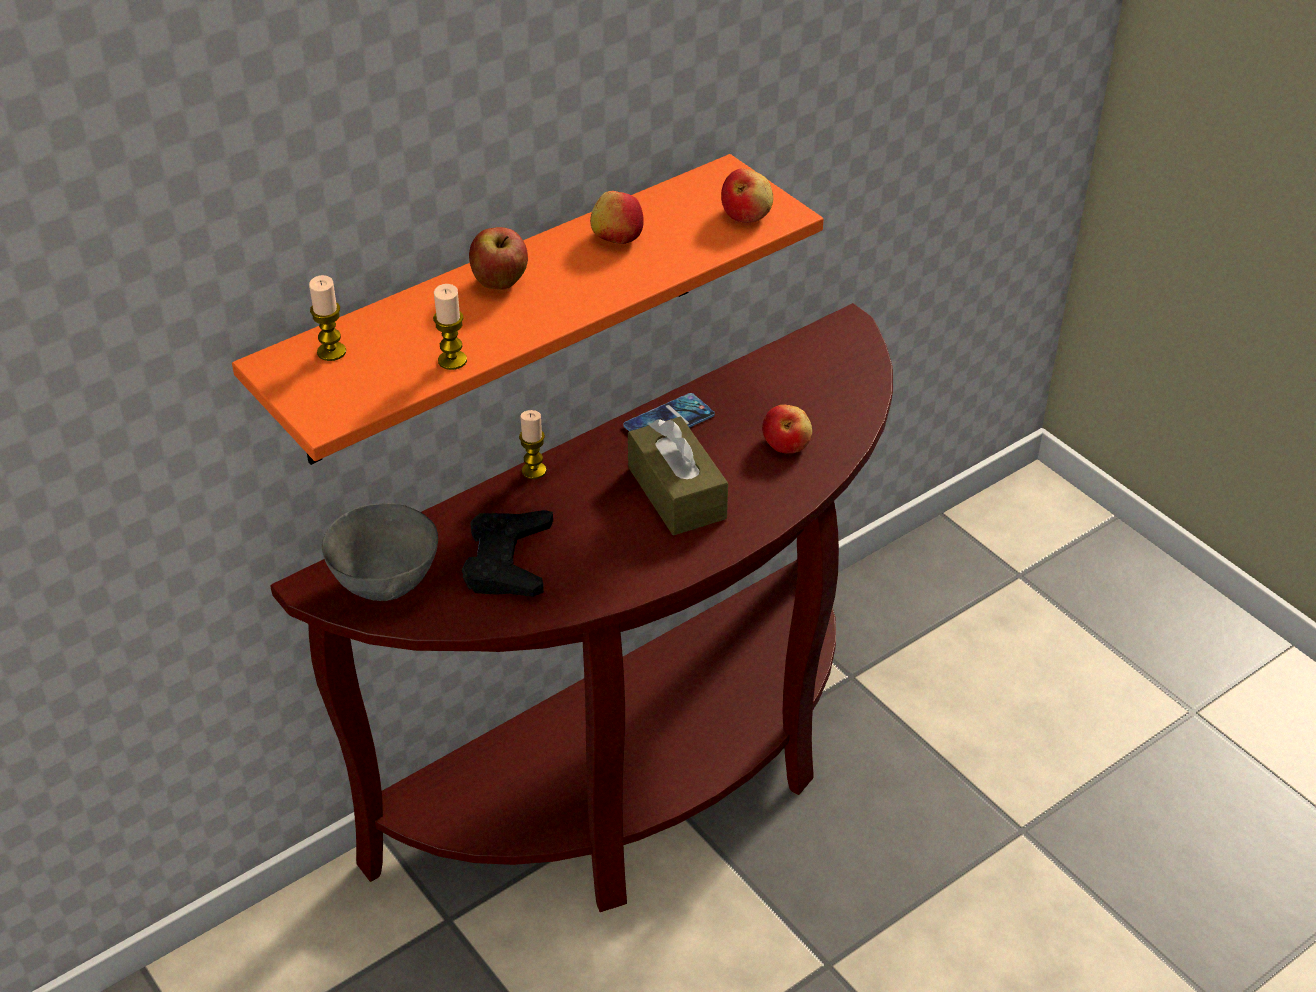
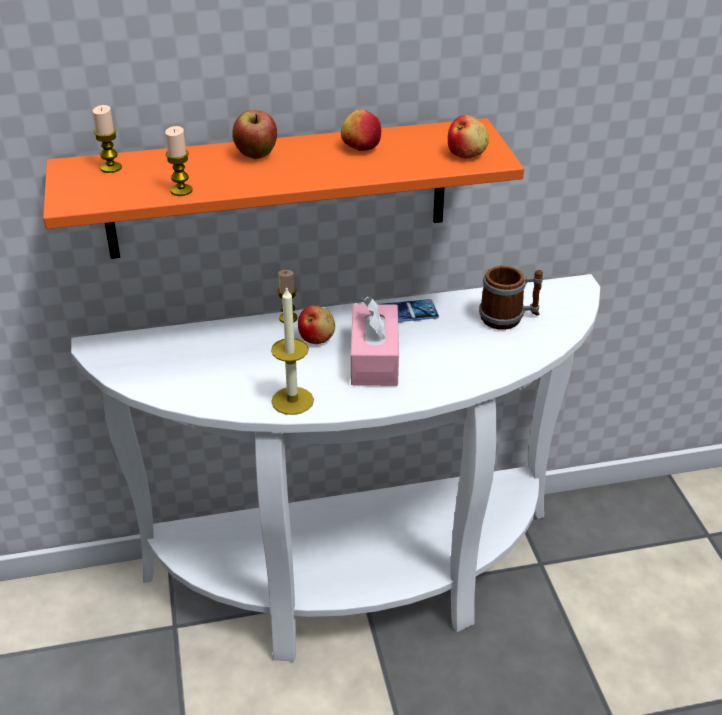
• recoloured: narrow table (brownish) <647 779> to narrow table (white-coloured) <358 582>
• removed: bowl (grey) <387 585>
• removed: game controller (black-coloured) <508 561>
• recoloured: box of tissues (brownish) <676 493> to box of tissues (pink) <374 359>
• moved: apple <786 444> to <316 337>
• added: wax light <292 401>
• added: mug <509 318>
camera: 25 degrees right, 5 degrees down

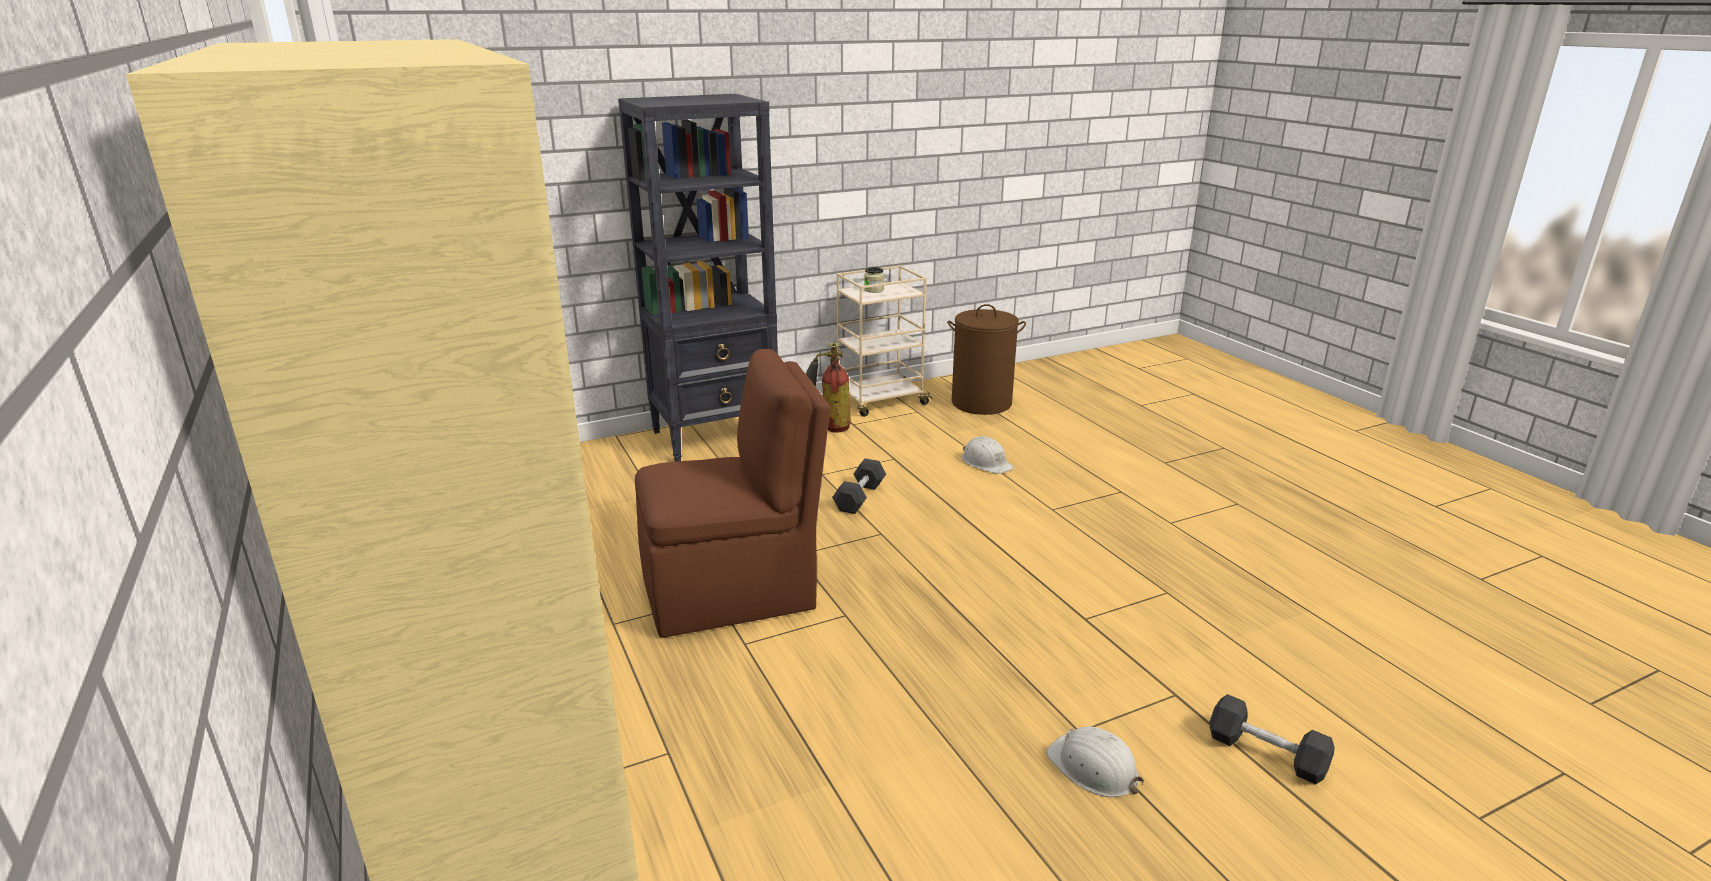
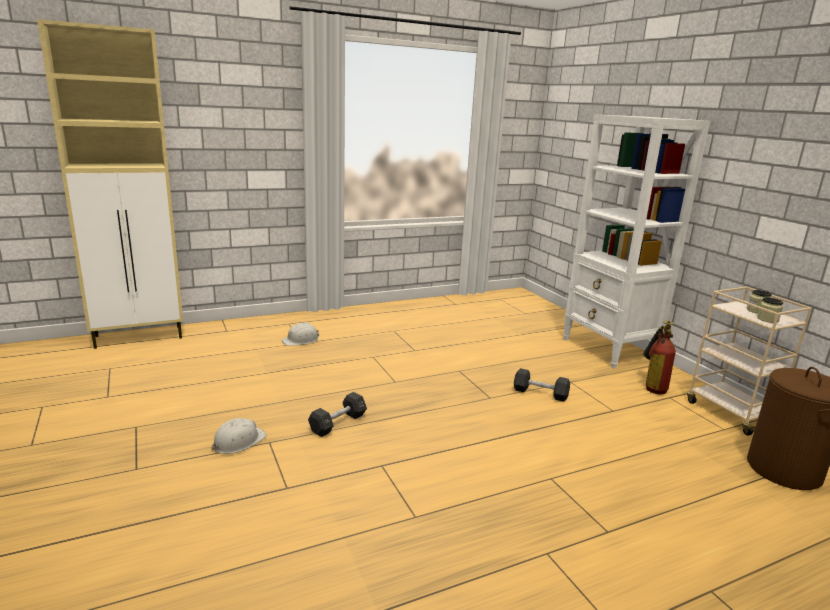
• recoloured: shelving unit (black-coloured) <716 437> to shelving unit (white-coloured) <609 349>
• removed: upright chair (brownish) <734 591>
• moved: work helmet (white-coloured) <986 462> to <301 340>
• moved: free weight (black-coloured) <1266 754> to <338 423>
• added: storage jar <767 319>
camera: 90 degrees right, 5 degrees down

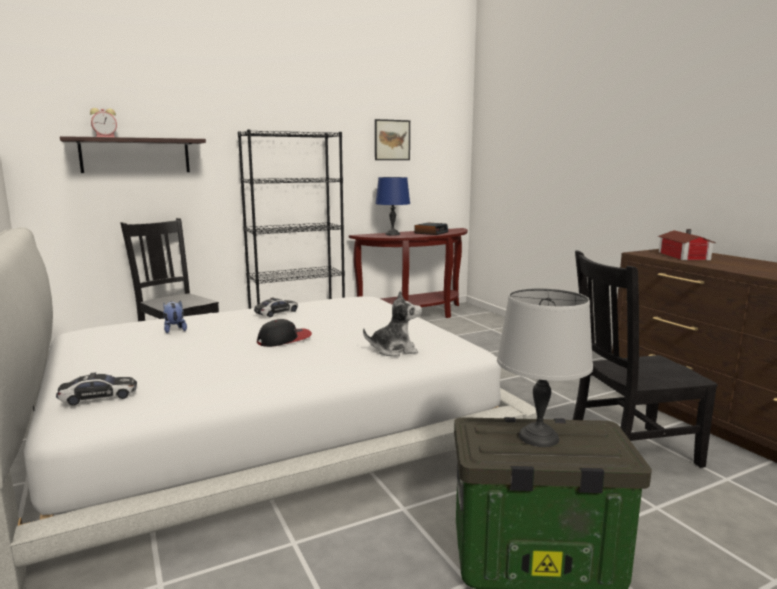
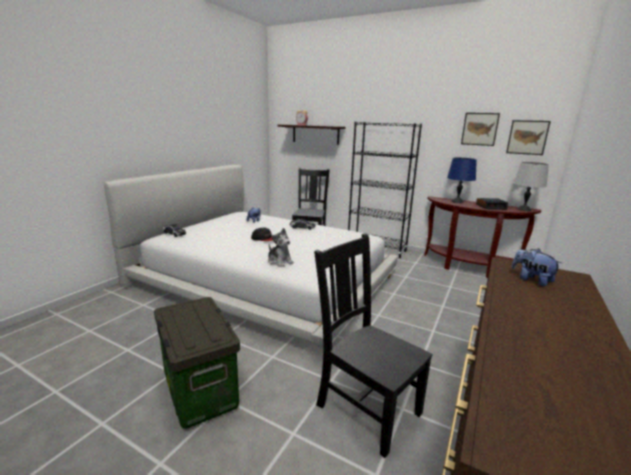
• moved: lamp for a table (grey) <539 437> to <524 209>
• replaced: model house <683 256> to plush toy <531 280>
• added: wall picture <527 137>
camera: 55 degrees right, 5 degrees up

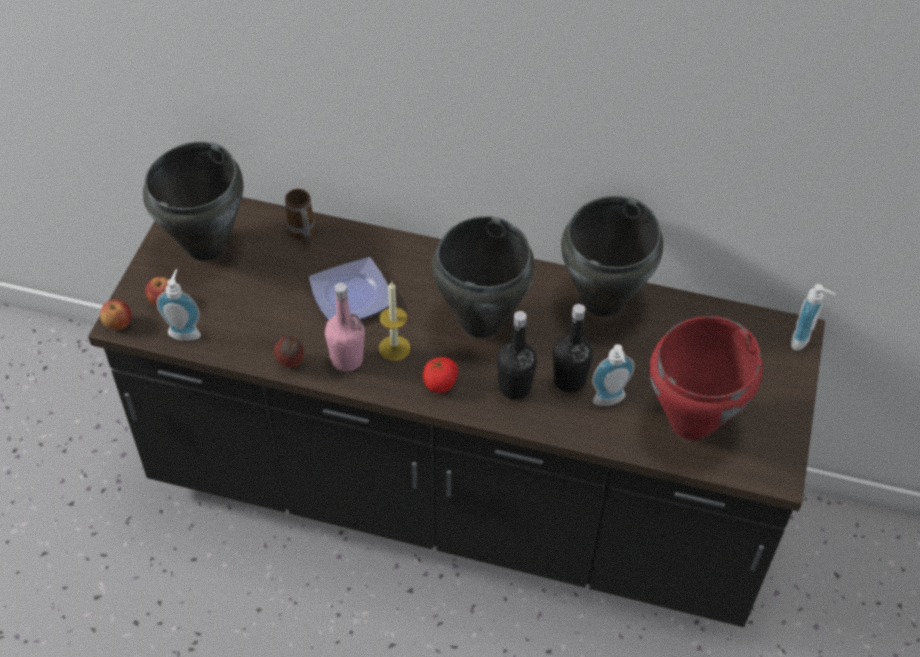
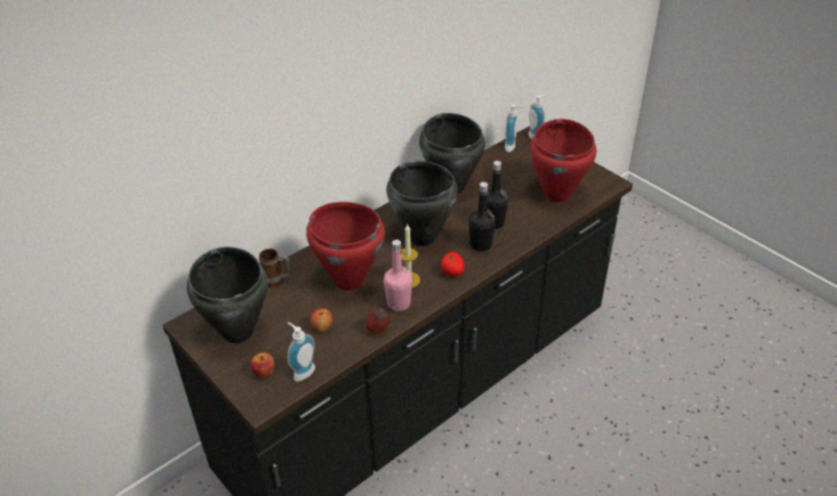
• moved: apple <118 324> to <322 327>
• replaced: plate <352 294> to cooking pot (red) <349 280>
• moved: liquid soap bottle <610 402> to <512 147>
camera: 55 degrees left, 10 degrees down

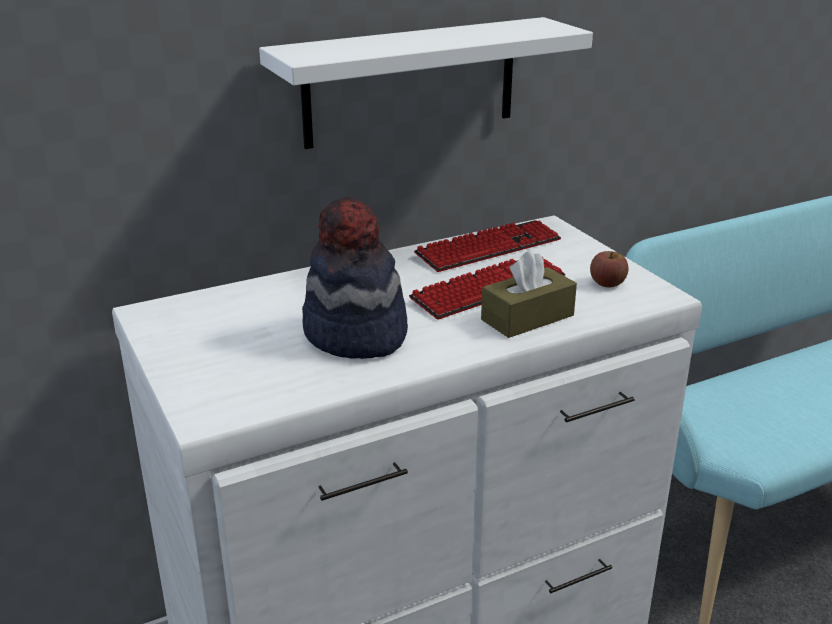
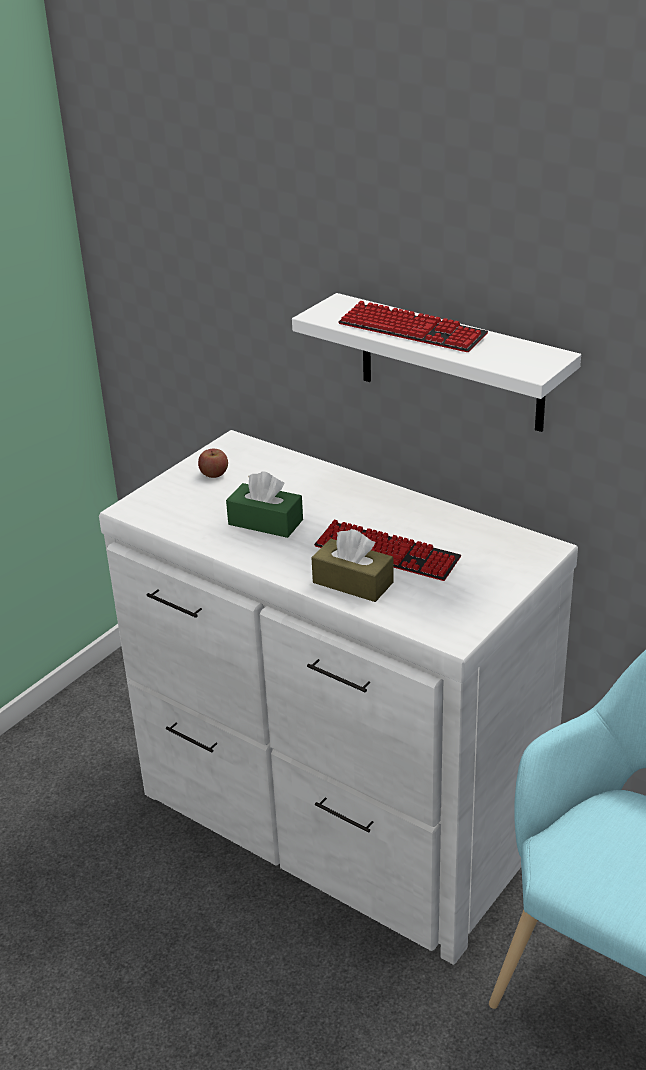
• replaced: clothing hat <355 335> to box of tissues (greenish) <265 522>
• moved: keyboard <488 248> to <411 330>
• moved: apple <607 283> to <214 474>
camera: 65 degrees right, 5 degrees up

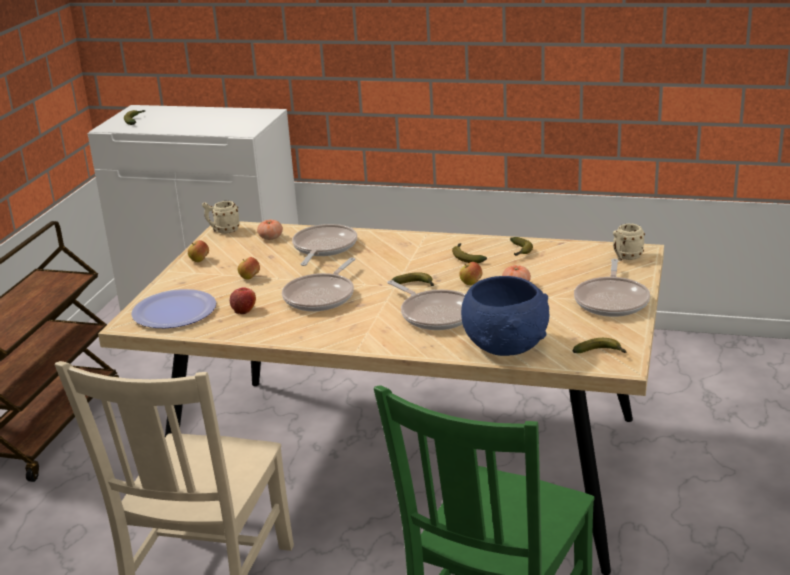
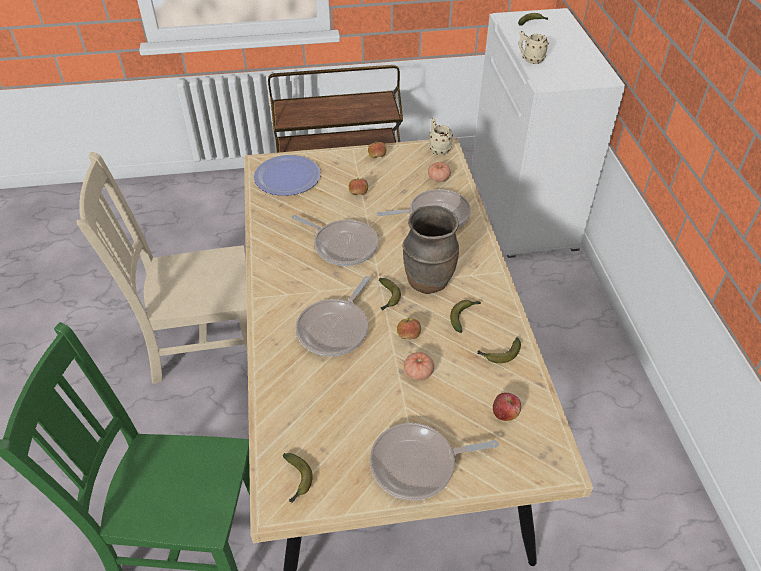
• moved: apple <244 309> to <505 413>
• turned: pan <321 296> = <342 245> 150 degrees counterclockwise
• removed: bowl (bluish) <507 346>
• moved: mug (beige-coloured) <625 257> to <530 59>
• added: decorative vase (brownish) <428 281>
camera: 65 degrees right, 20 degrees up

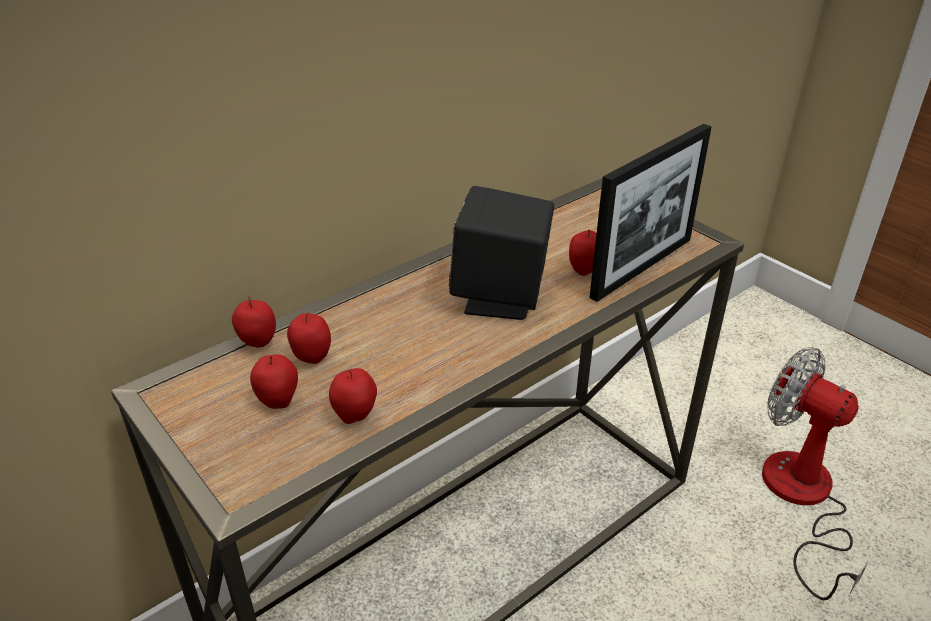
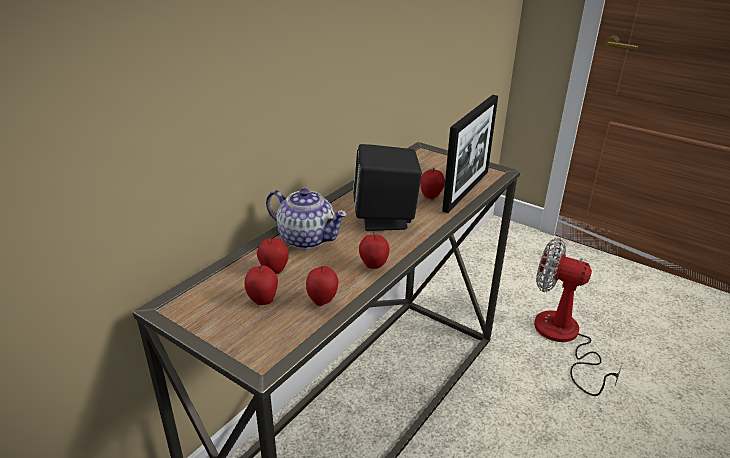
• moved: apple <258 343> to <373 266>
• added: tea pot <306 238>
camera: 15 degrees left, 5 degrees down

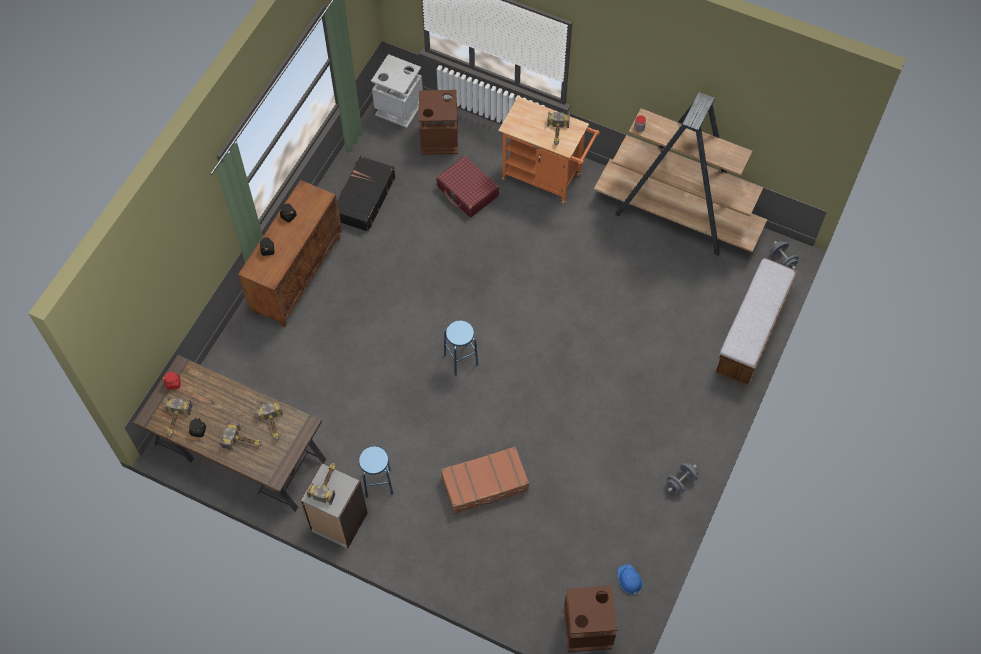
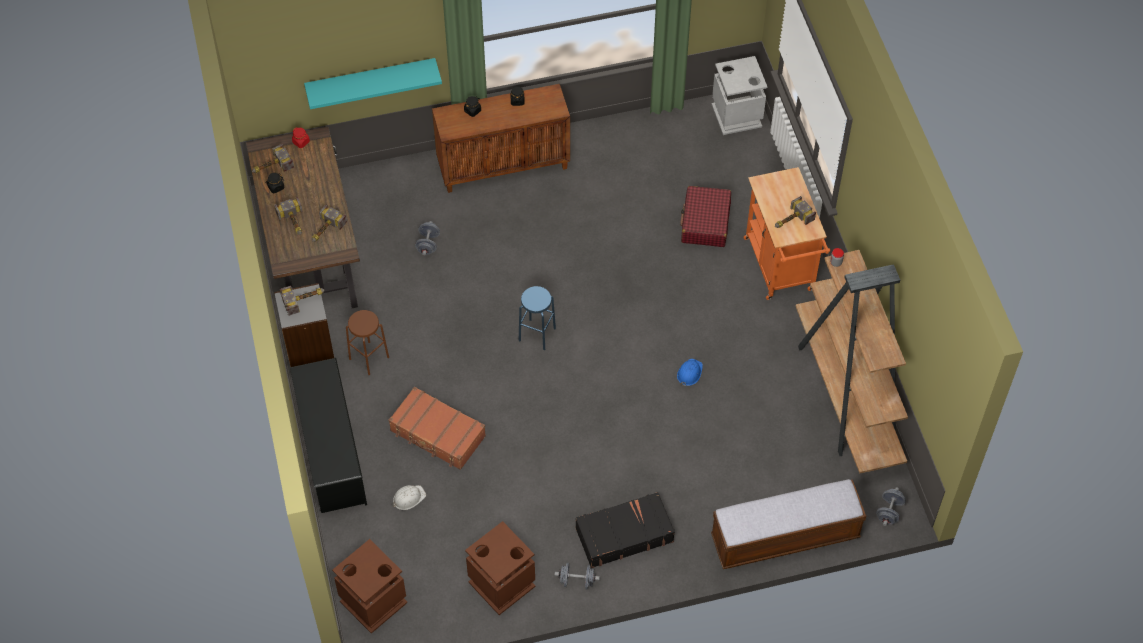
• moved: piece of luggage (black-coloured) <364 198> to <624 534>
• recoloured: sitting stool (bluish) <378 483> to sitting stool (brownish) <369 358>
• moved: waste bin (brownish) <440 139> to <502 584>
• moved: work helmet (bluish) <629 580> to <689 373>
• added: shoe rack (black-coloured) <332 452>
• added: wall shelf (turquoise) <371 78>
• added: work helmet (white-coloured) <408 498>
• added: free weight (grey) <428 244>
camera: 50 degrees right, 5 degrees down

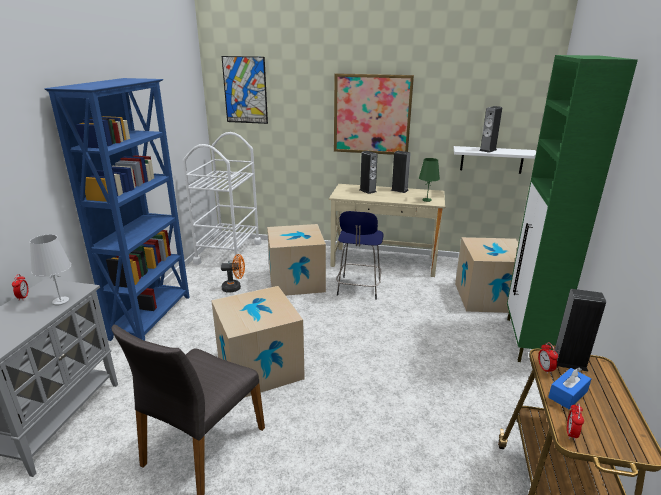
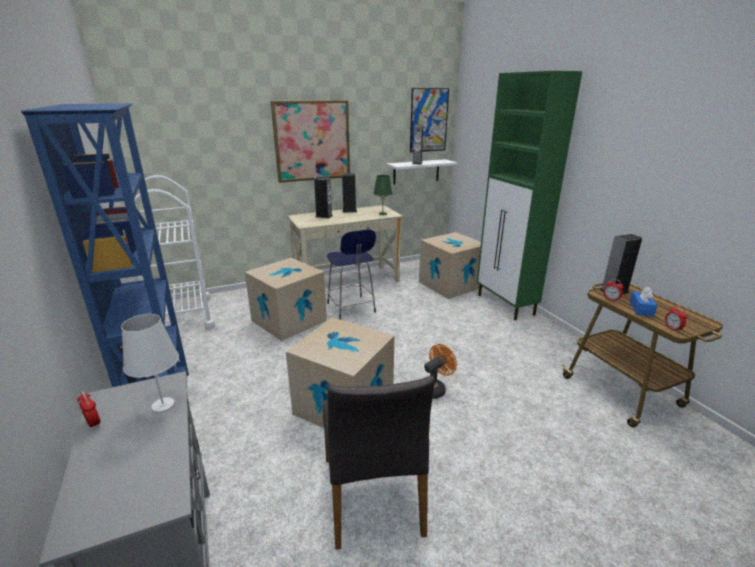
• moved: cooling fan (orange) <234 288> to <435 389>
• moved: wall picture <245 90> to <429 120>
camera: 35 degrees left, 0 degrees up

